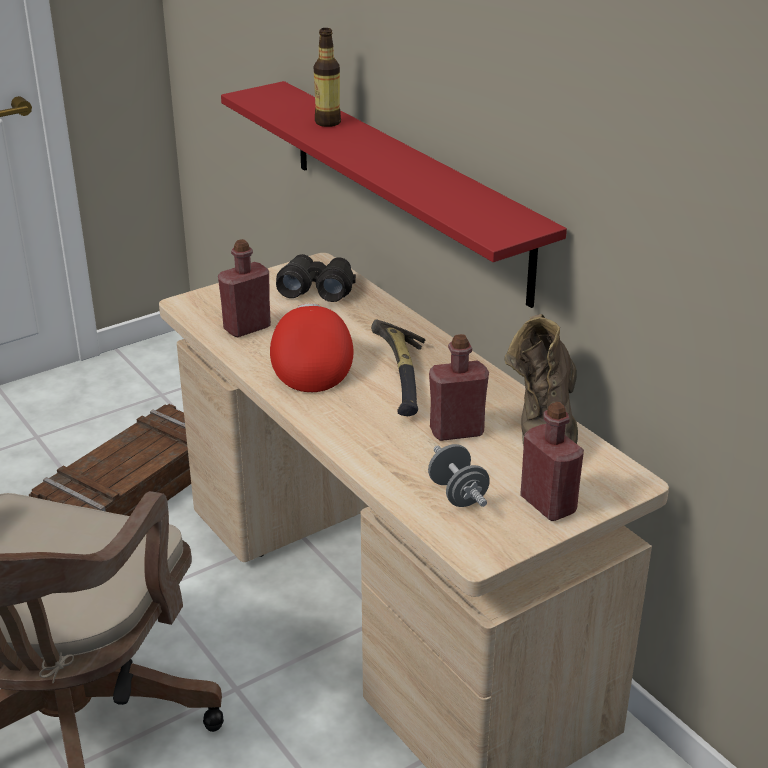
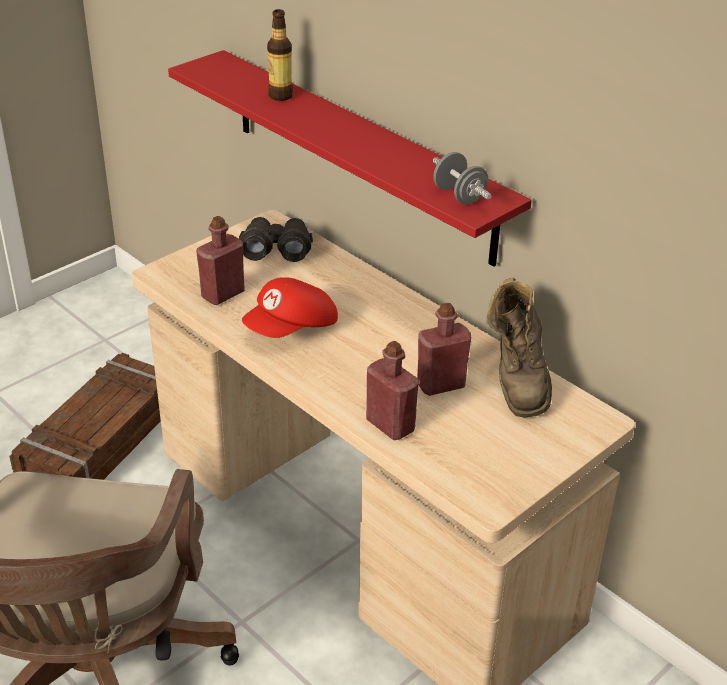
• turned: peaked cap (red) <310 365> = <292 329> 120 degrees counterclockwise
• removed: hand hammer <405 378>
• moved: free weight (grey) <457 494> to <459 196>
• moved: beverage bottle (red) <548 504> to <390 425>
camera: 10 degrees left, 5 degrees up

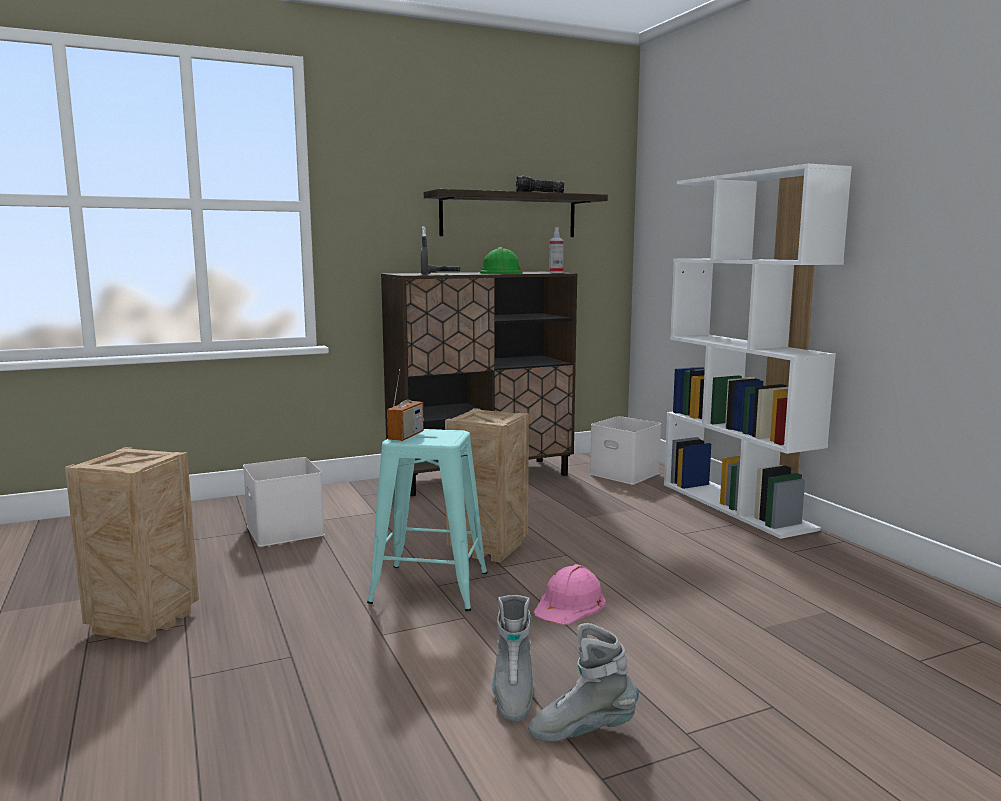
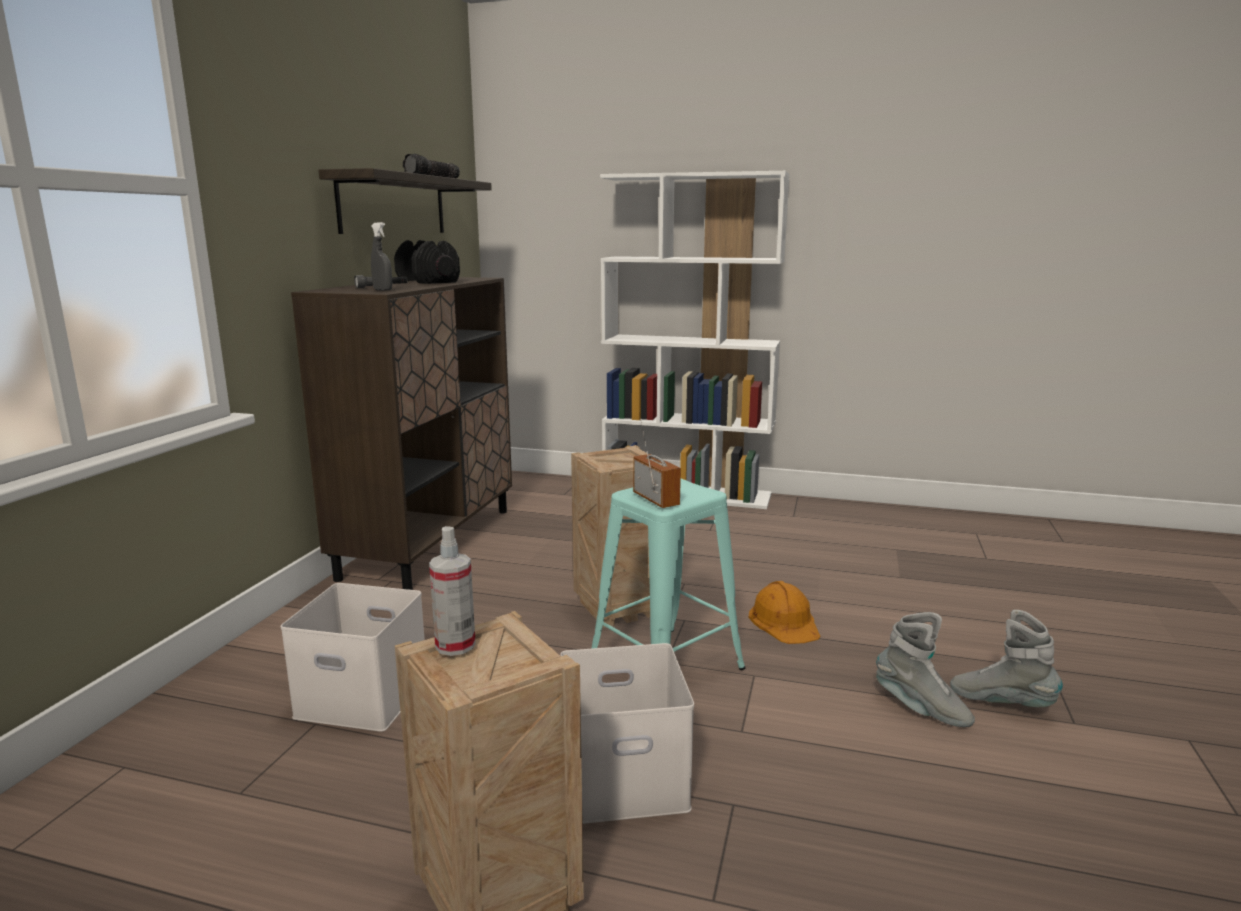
• replaced: work helmet (greenish) <502 272> to free weight (black-coloured) <427 281>
• turned: high-top boot (grey) <582 731> = <1001 702> 90 degrees clockwise
• recoloured: work helmet (pink) <570 604> to work helmet (orange) <784 621>
• moved: sprayer <556 272> to <455 645>
• moved: storage container (white-coloured) <626 473> to <625 776>
camera: 50 degrees left, 5 degrees up

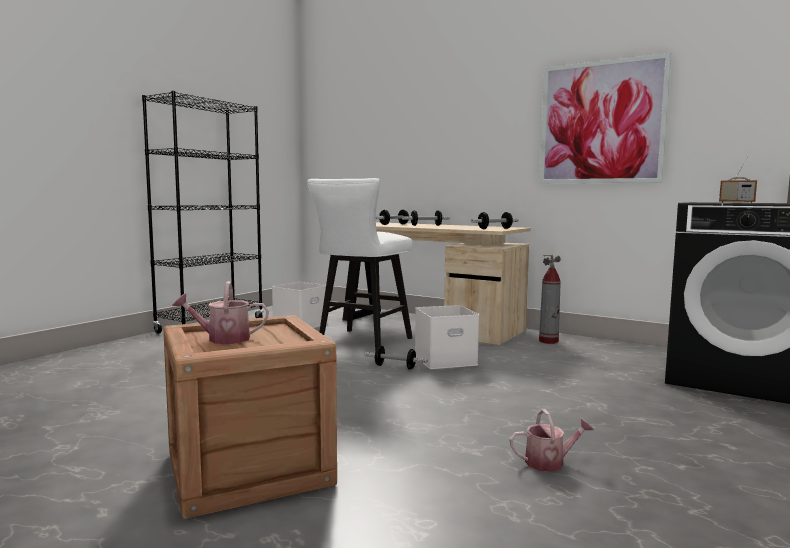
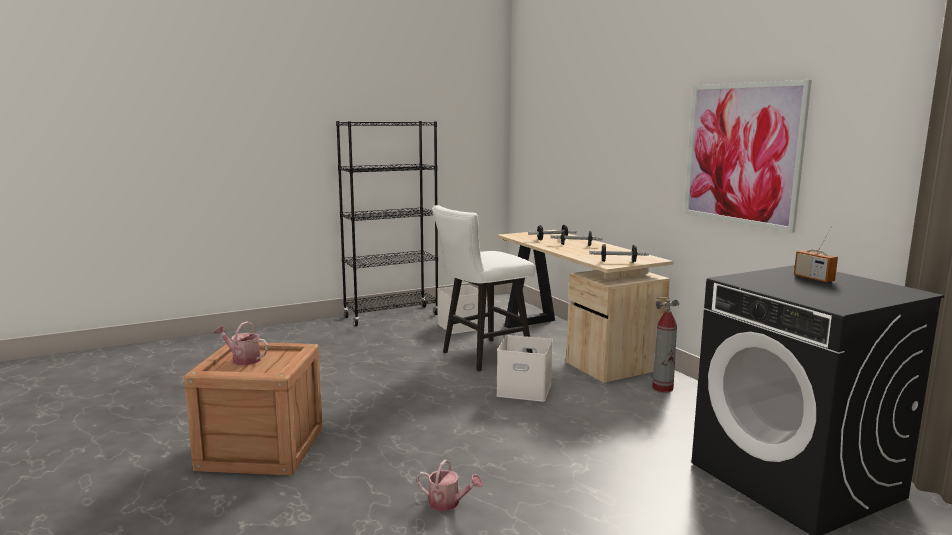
• removed: free weight <395 367>
camera: 30 degrees right, 5 degrees up

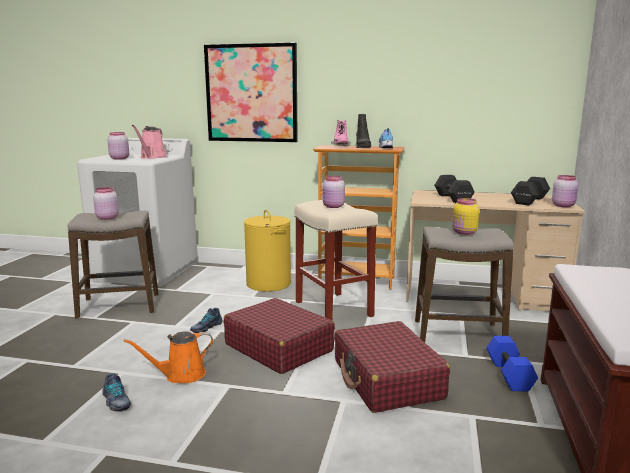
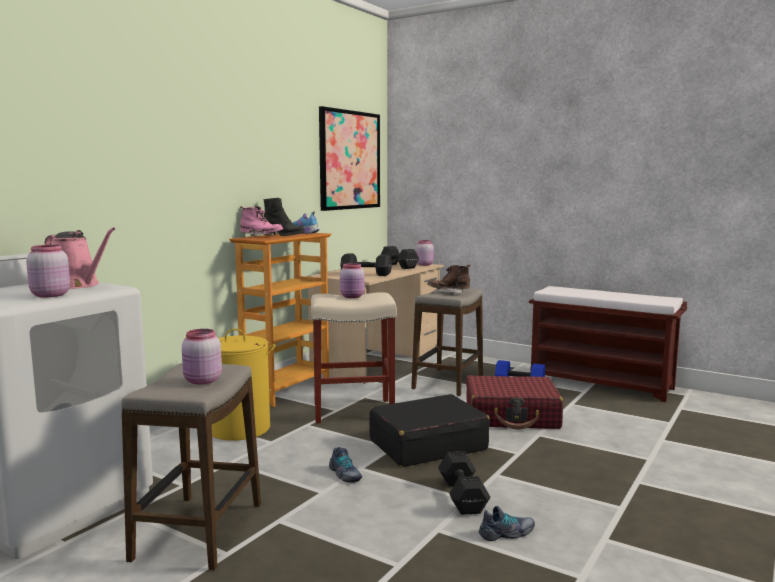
• replaced: watering pot (orange) <181 375> to free weight (black-coloured) <463 495>
• moved: wall picture <251 93> to <349 160>
• recoloured: piece of luggage (red) <278 347> to piece of luggage (black-coloured) <427 445>
• replaced: storage jar (yellow-coloured) <464 232> to high-top boot (brownish) <448 292>
camera: 70 degrees left, 5 degrees down

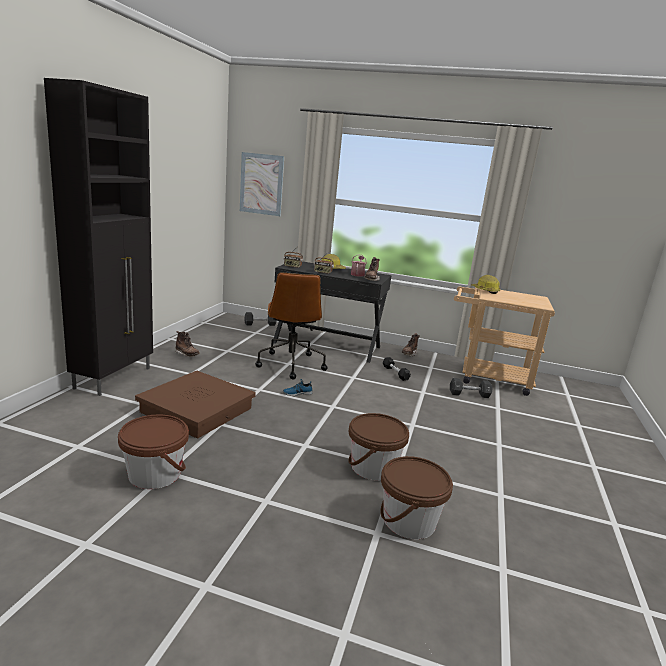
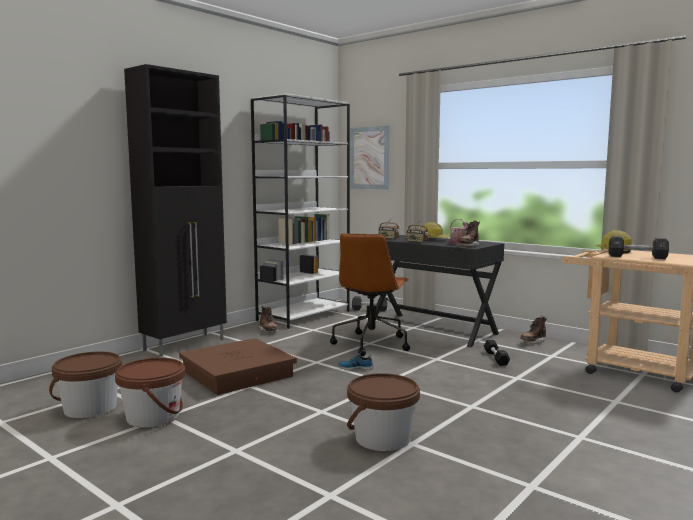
• moved: pail (brownish) <409 521> to <90 408>
• moved: free weight (black-coloured) <469 394> to <637 257>
• added: shelving unit (white-coloured) <304 315>
camera: 25 degrees right, 10 degrees down

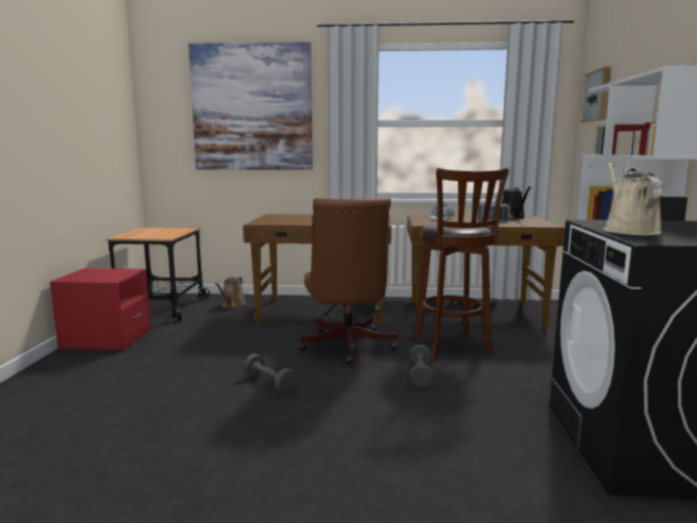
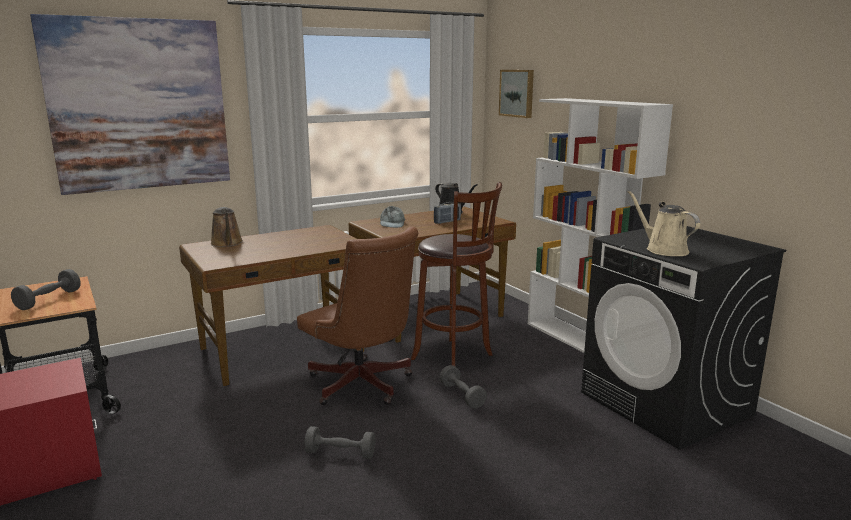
• moved: watering pot (brownish) <232 305> to <227 244>
• added: free weight (grey) <49 300>
camera: 35 degrees left, 5 degrees up

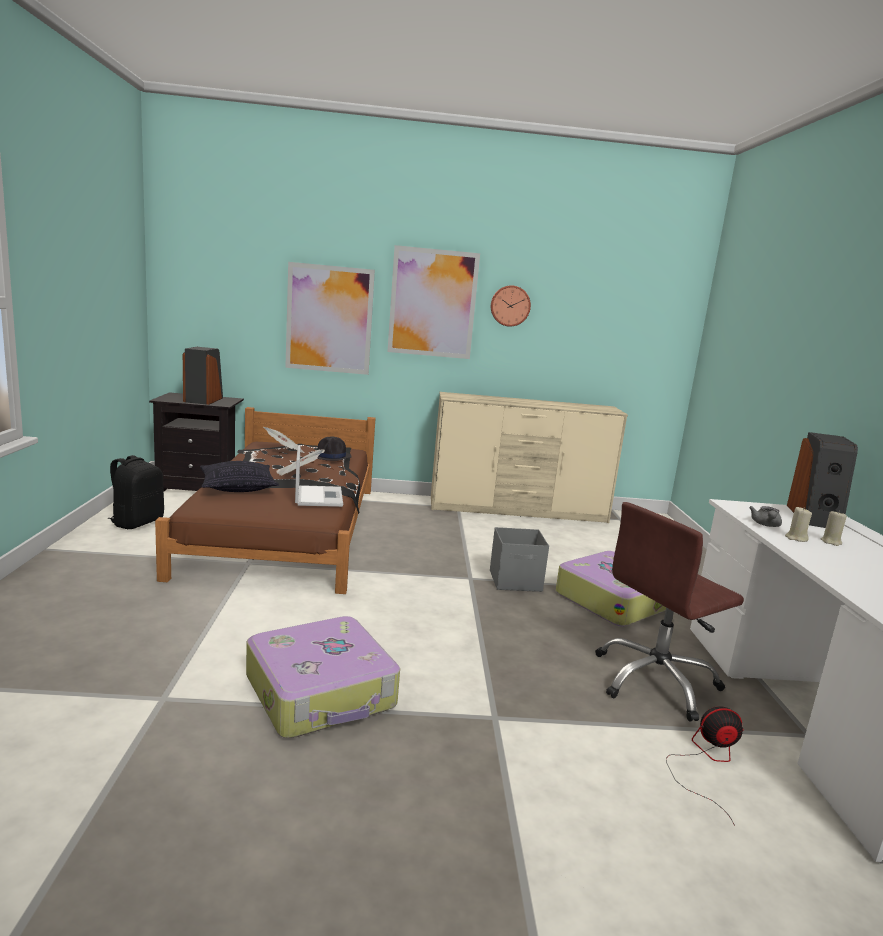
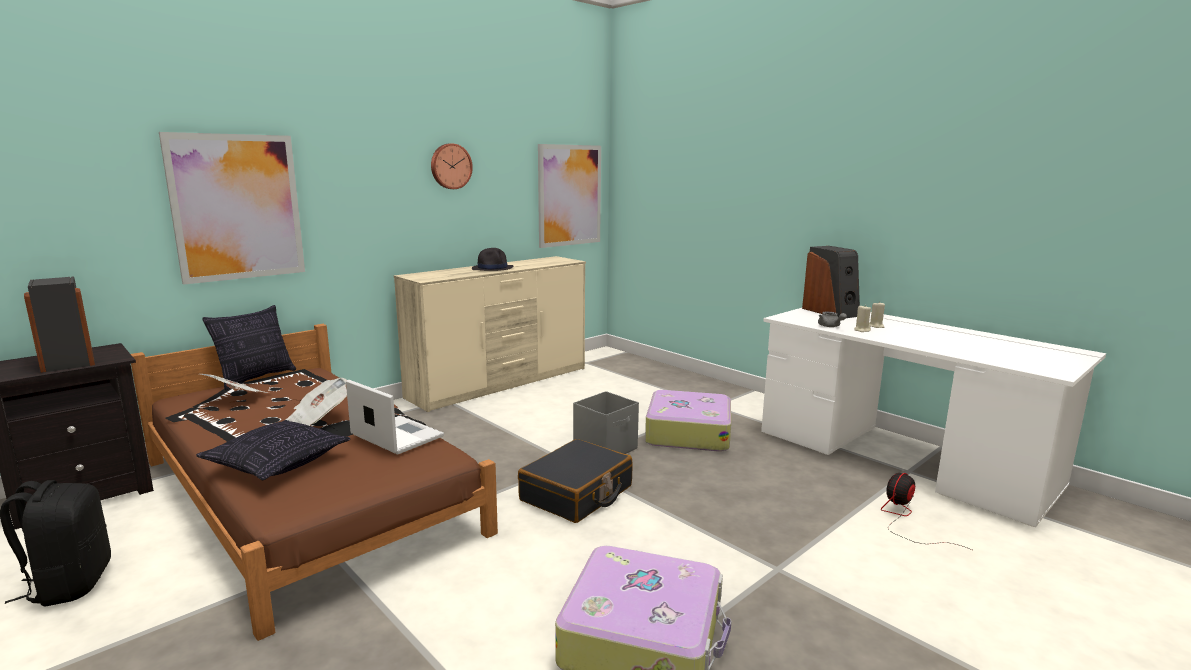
• moved: clothing hat (black-coloured) <331 456> to <493 268>
• moved: wall picture <433 303> to <569 195>
• removed: computer chair (brownish) <655 681>
• added: throw pillow <256 378>
• added: piece of luggage (black-coloured) <577 494>
camera: 40 degrees left, 0 degrees up

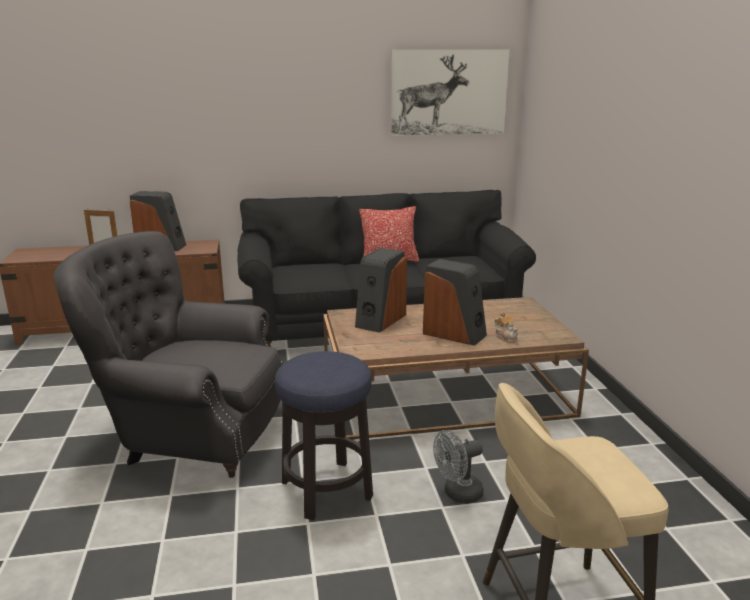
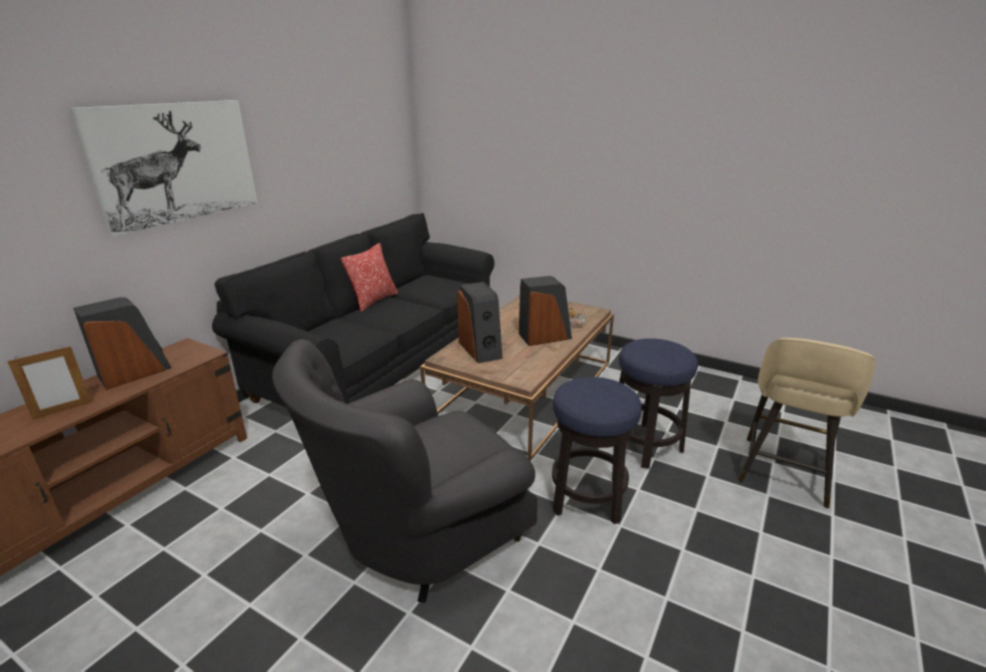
• moved: wall picture <448 92> to <176 163>
• replaced: cooling fan (grey) <458 494> to sitting stool <645 445>
camera: 50 degrees left, 5 degrees up

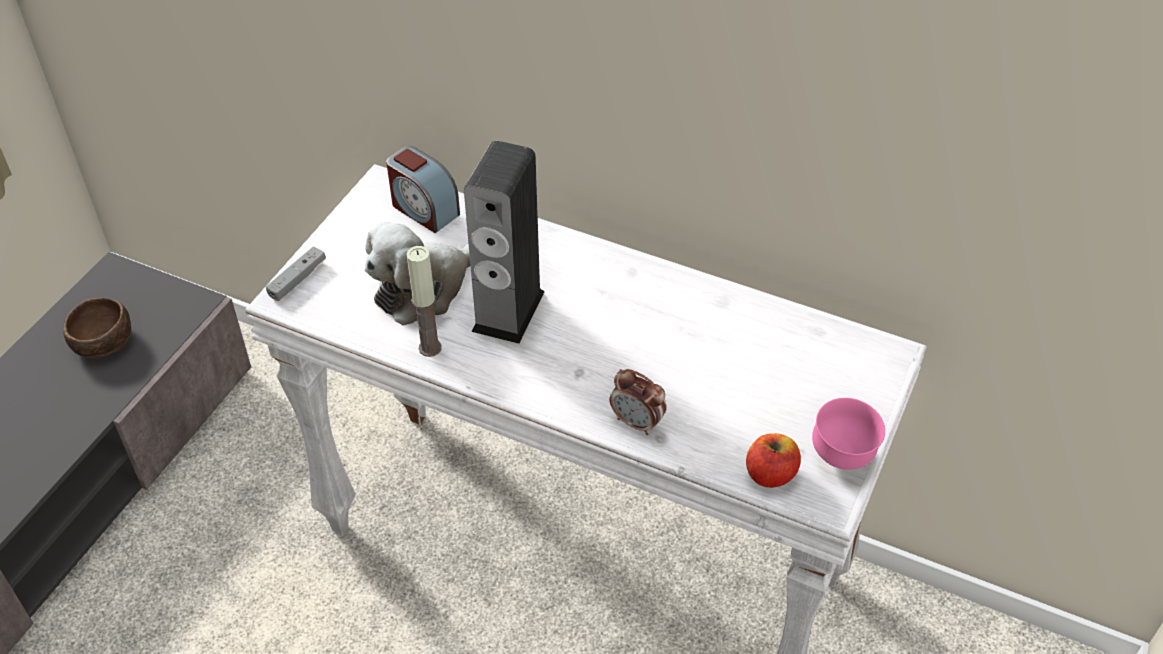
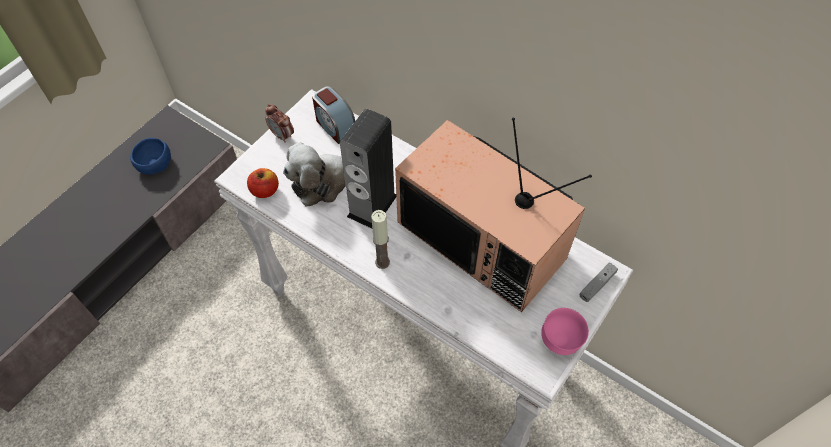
• recoloured: bowl (brownish) <101 342> to bowl (bluish) <153 164>
• moved: game controller (grey) <297 279> to <597 285>
• moved: wax light <430 348> to <382 262>
• moved: table clock <637 423> to <282 135>
• moved: apple <770 474> to <265 190>
• added: TV <484 240>
camera: 10 degrees right, 10 degrees up

